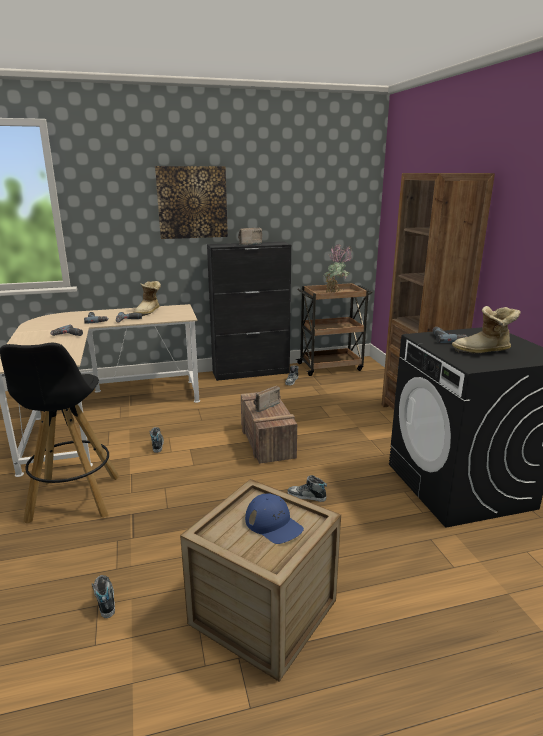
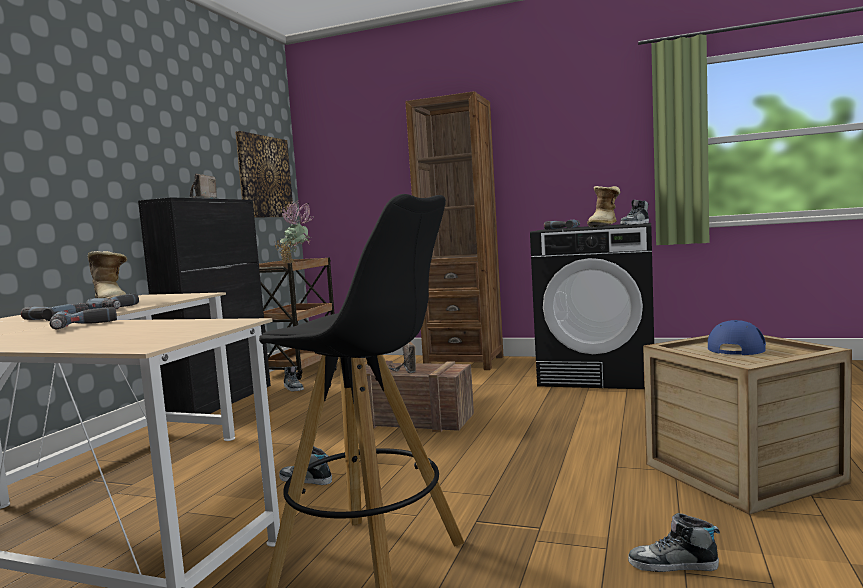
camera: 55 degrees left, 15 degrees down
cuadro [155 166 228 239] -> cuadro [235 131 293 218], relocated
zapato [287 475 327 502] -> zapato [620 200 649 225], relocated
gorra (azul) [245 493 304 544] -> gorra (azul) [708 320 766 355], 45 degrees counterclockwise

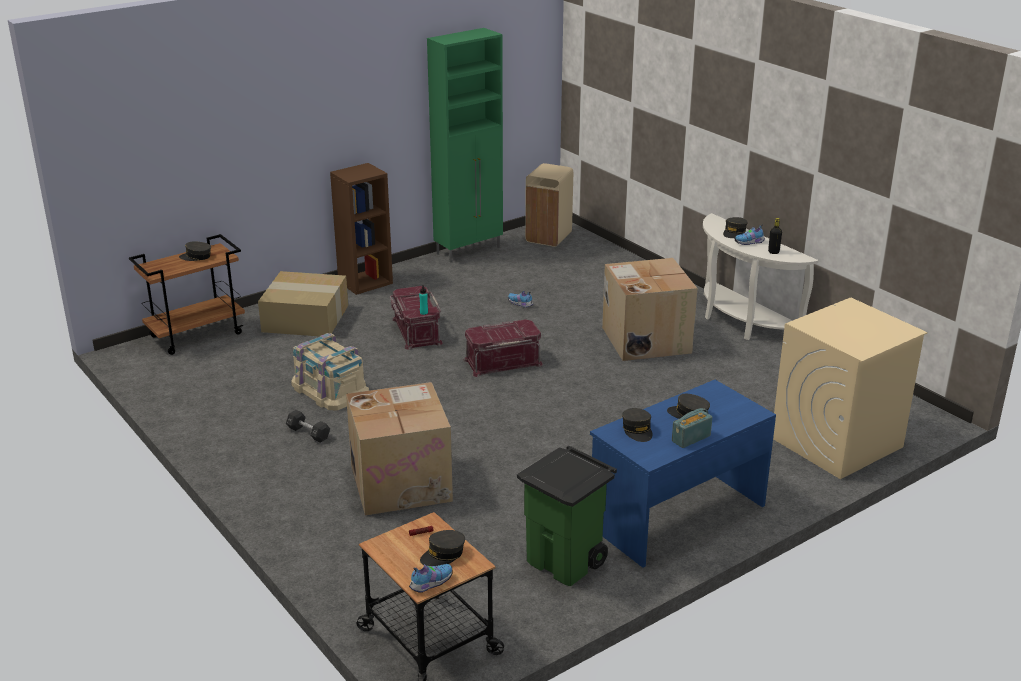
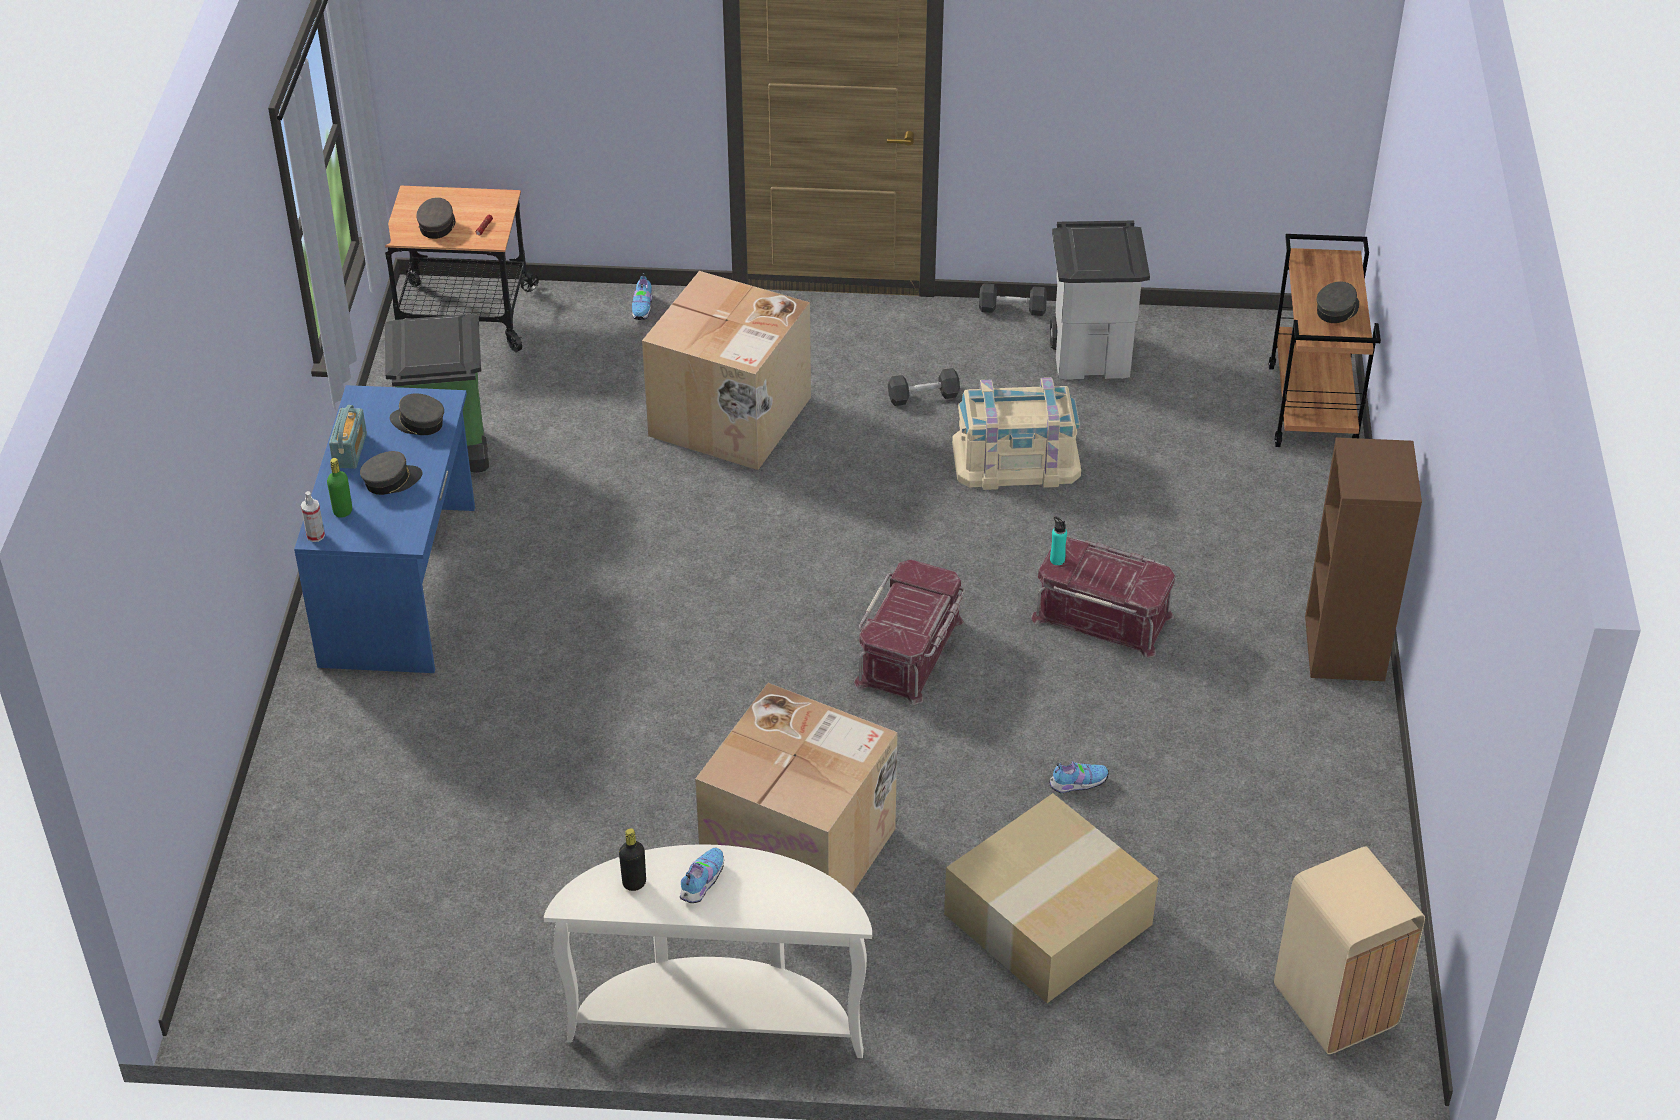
camera: 130 degrees right, 15 degrees up
armario (verde) [427 28 503 263] -> none
gorra (gris) [723 217 748 238] -> none
caja de cartón [258 271 348 337] -> caja de cartón [944 793 1158 1003], relocated
lavadora (beis) [773 298 927 479] -> none
zapato [409 564 453 593] -> zapato [632 273 653 320], relocated
none -> papelera (gris) [1050 221 1150 380]
none -> mancuerna (negro) [979 283 1047 316]
none -> botella (verde) [327 458 352 518]
none -> pulverizador [301 491 325 542]

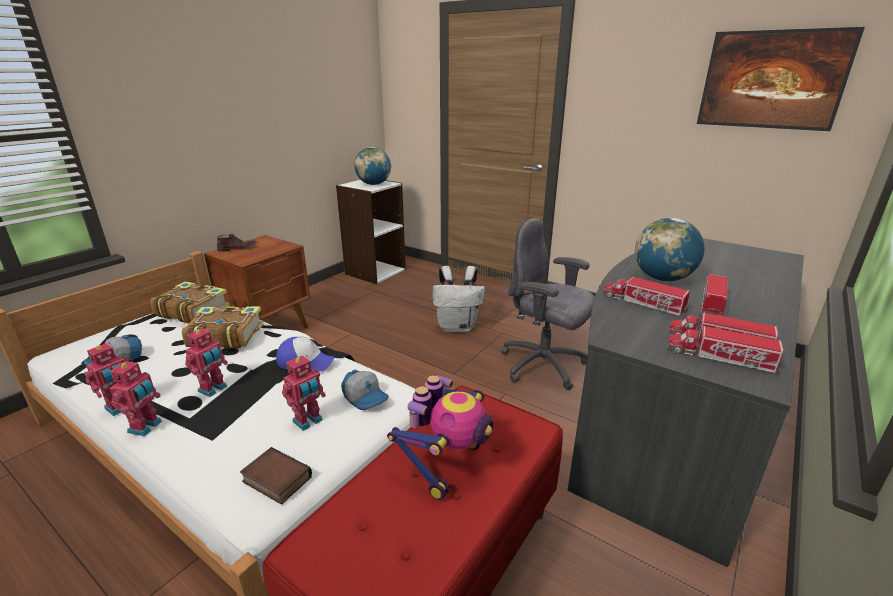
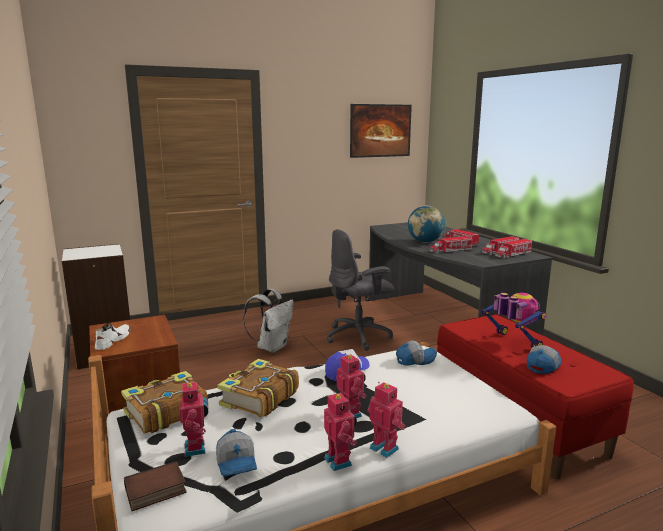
camera: 60 degrees left, 10 degrees down
globo terráqueo [354 147 391 185] -> none
zapato (marrón) [217 233 258 251] -> zapato (blanco) [95 323 131 350]
robot de juguete [282 355 326 431] -> robot de juguete [179 380 208 457], relocated
libro [240 447 312 505] -> libro [124 461 187 511], relocated
none -> gorra [527 345 562 374]

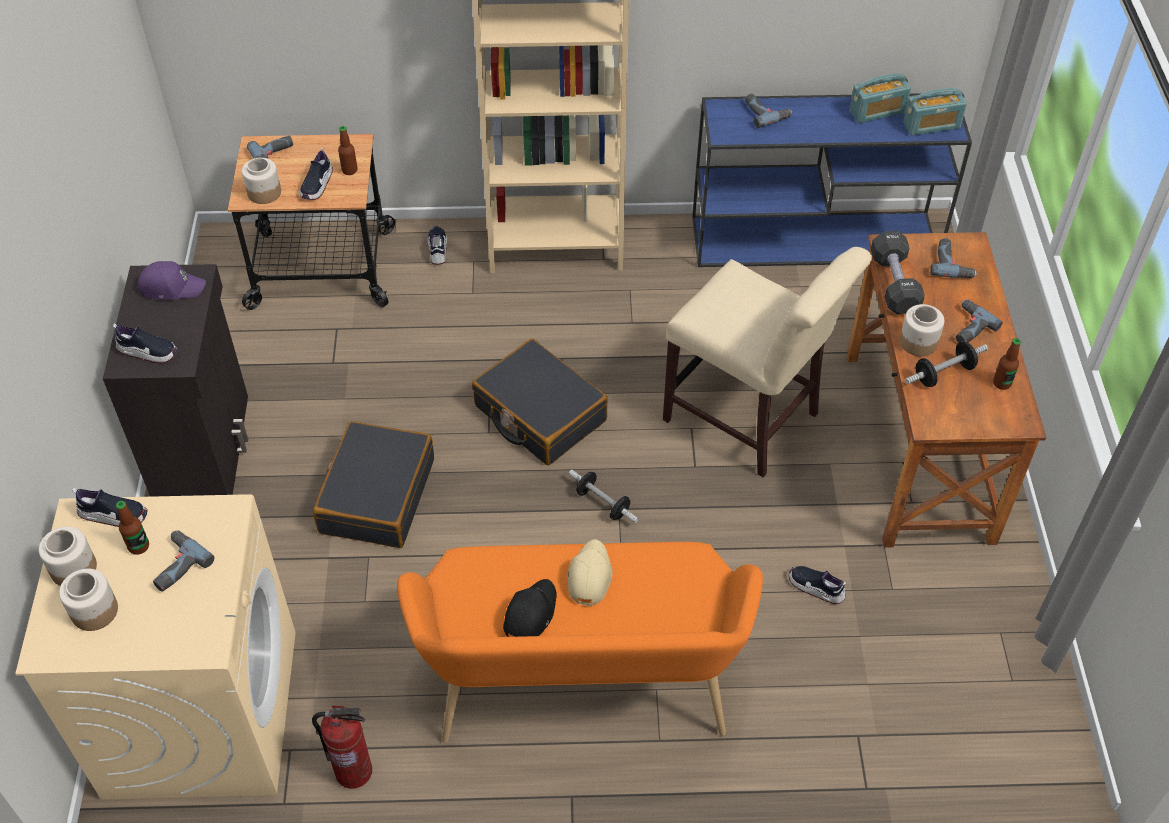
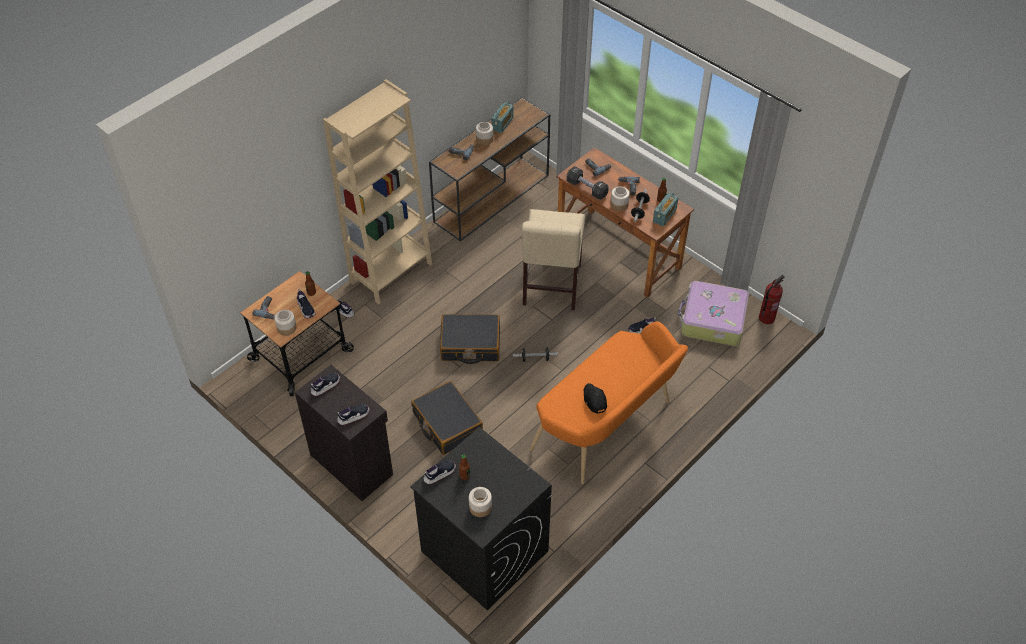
camera: 45 degrees left, 0 degrees up
radio [903 88 967 136] -> radio [653 193 678 227], relocated
mesa consola (azul) [692 93 972 267] -> mesa consola (marrón) [429 97 550 241]
silla (beis) [663 247 872 477] -> silla (beis) [522 209 585 310], 105 degrees clockwise
gorra (morado) [137 261 206 300] -> zapato [311 373 340 396]
lavadora (beis) [15 494 296 800] -> lavadora (negro) [410 427 552 610]
tarro [39 526 97 586] -> tarro [476 122 493 145], relocated
taladro [153 530 215 592] -> none
gorra (beis) [568 539 613 606] -> none
extintor [312 705 372 789] -> extintor [759 275 785 324], relocated
none -> maleta [677 281 749 346]

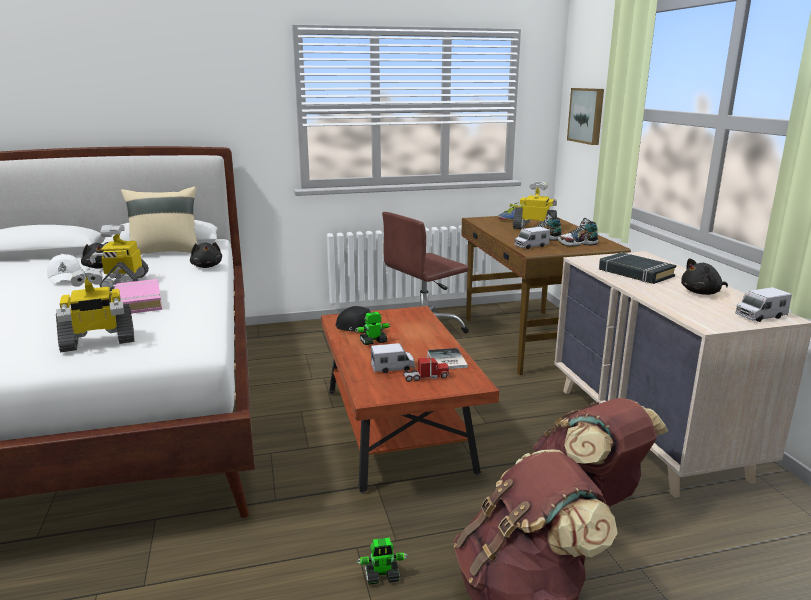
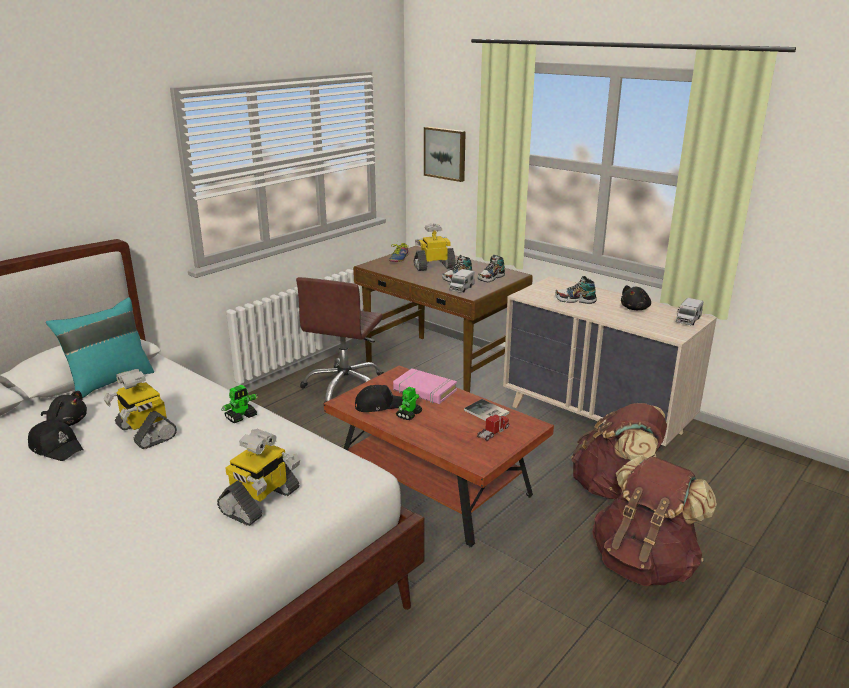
camera: 35 degrees left, 5 degrees up
cojín (beis) [121 186 198 254] -> cojín (turquesa) [46 297 154 398]
peluche (negro) [190 242 222 268] -> none
libro (negro) [599 252 677 284] -> zapato [555 276 597 304]
gorra (blanco) [47 254 81 285] -> gorra (negro) [28 419 84 461]
libro (rosa) [114 279 162 314] -> libro (rosa) [393 369 457 404], relocated
camión de juguete [371 343 415 373] -> none
robot de juguete [356 538 409 585] -> robot de juguete [221 385 258 423], relocated

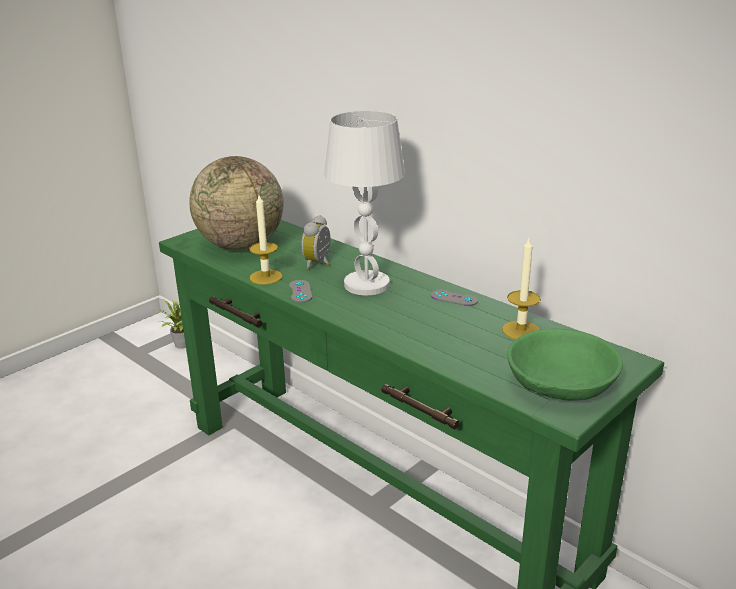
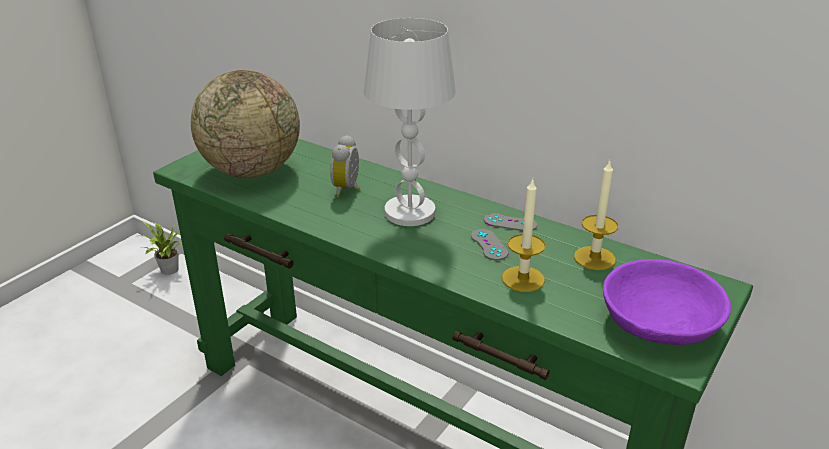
camera: 10 degrees left, 5 degrees up
vela [249 195 282 285] -> vela [502 178 545 292], relocated
mando de consola (gris) [289 280 312 303] -> mando de consola (gris) [471 229 508 261], relocated
cuenco (verde) [507 329 623 401] -> cuenco (morado) [603 259 731 345]

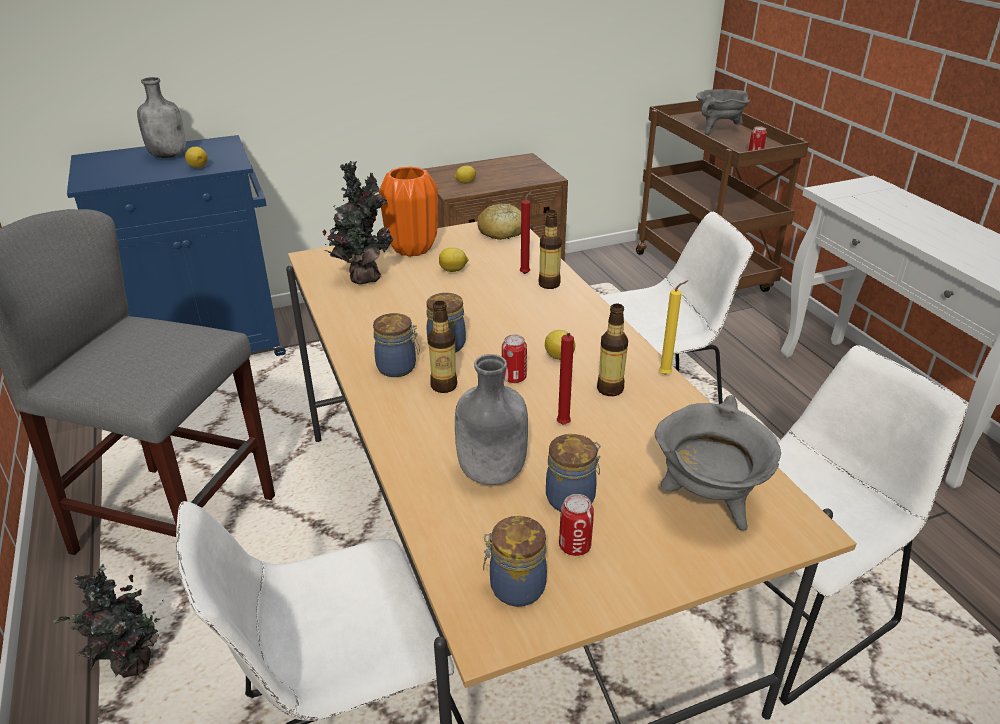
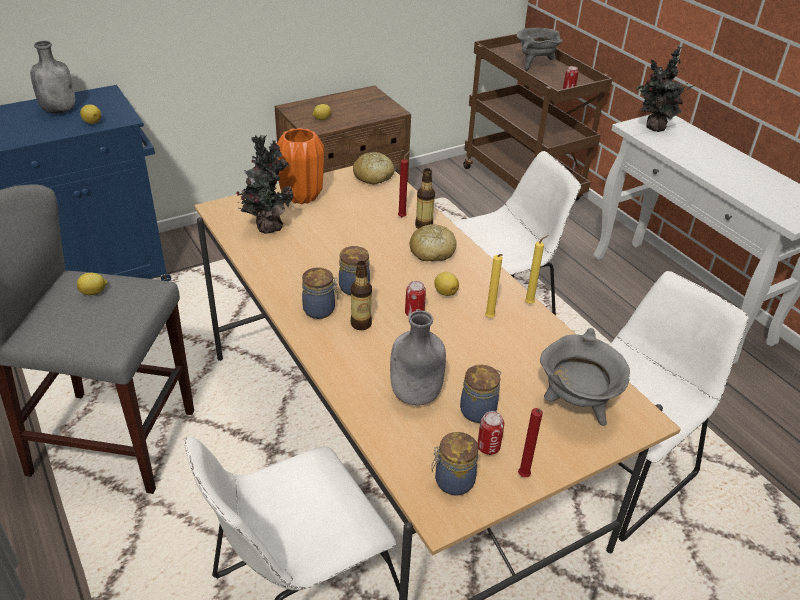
camera: 10 degrees left, 5 degrees up
limón [439 247 468 272] -> limón [77 273 107 295], relocated
botella [597 303 628 396] -> vela (amarillo) [485 254 503 318]
vela (rojo) [557 333 574 425] -> vela (rojo) [518 408 543 477], relocated
planta en maceta [53 564 163 678] -> planta en maceta [636 45 694 132], relocated
none -> pan [410 224 456 262]

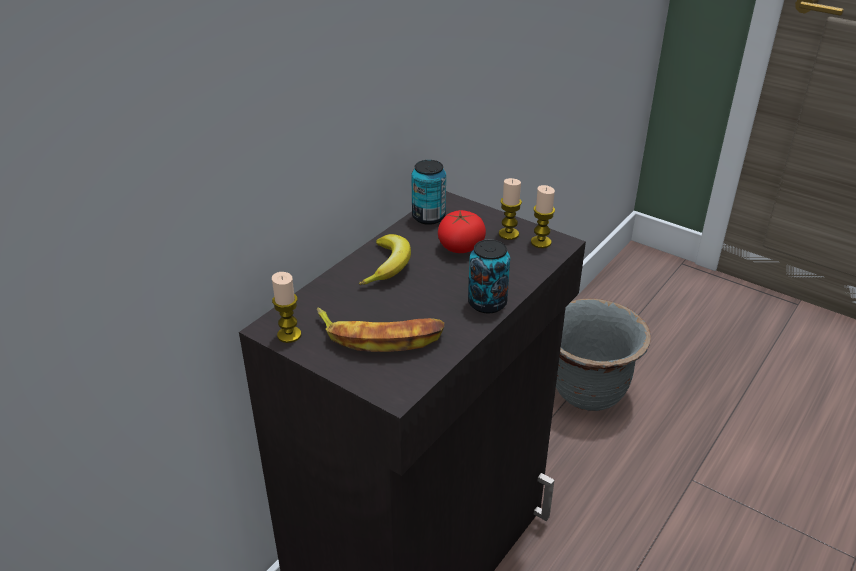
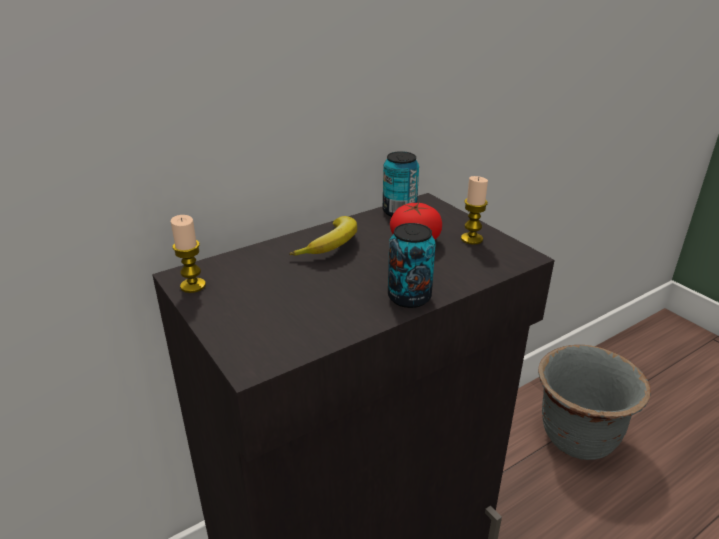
camera: 20 degrees right, 5 degrees down
vela [531 185 555 248] -> none
plátano [317 308 444 352] -> none

